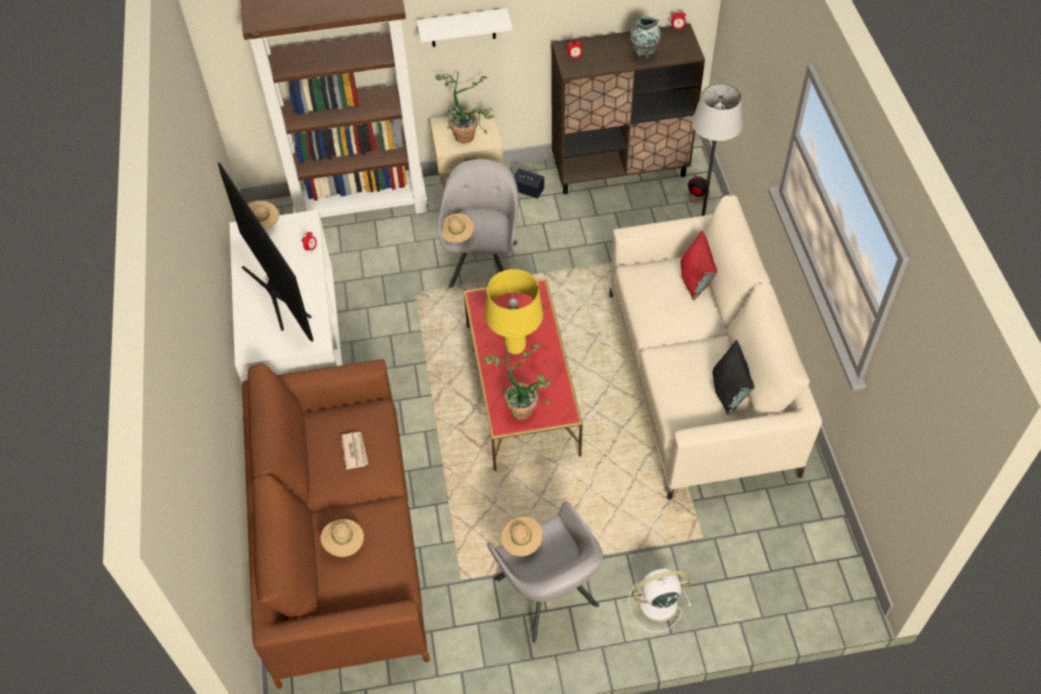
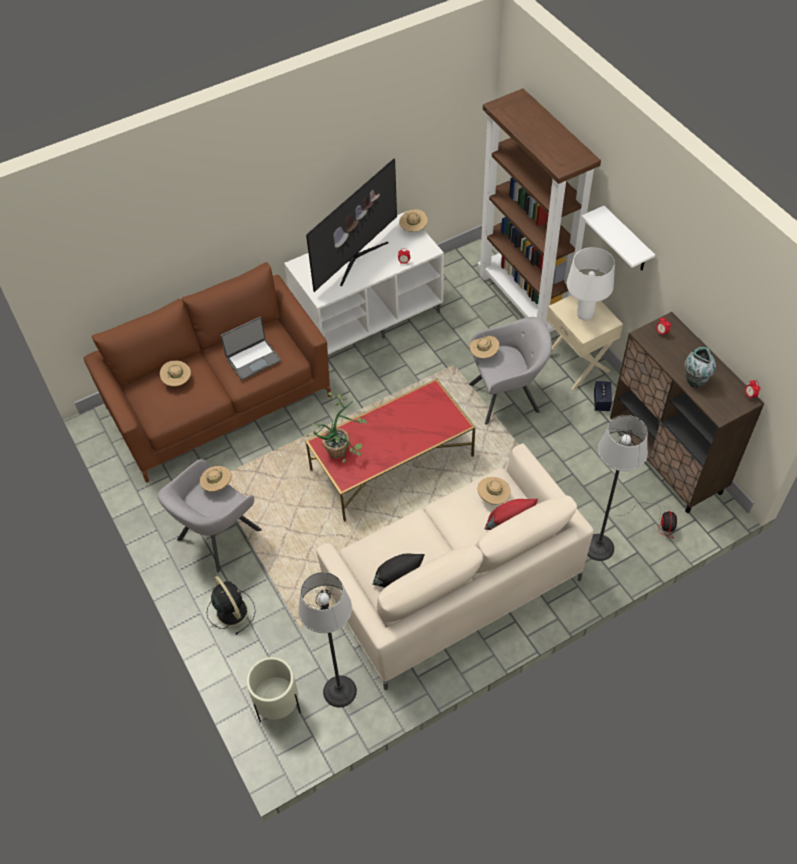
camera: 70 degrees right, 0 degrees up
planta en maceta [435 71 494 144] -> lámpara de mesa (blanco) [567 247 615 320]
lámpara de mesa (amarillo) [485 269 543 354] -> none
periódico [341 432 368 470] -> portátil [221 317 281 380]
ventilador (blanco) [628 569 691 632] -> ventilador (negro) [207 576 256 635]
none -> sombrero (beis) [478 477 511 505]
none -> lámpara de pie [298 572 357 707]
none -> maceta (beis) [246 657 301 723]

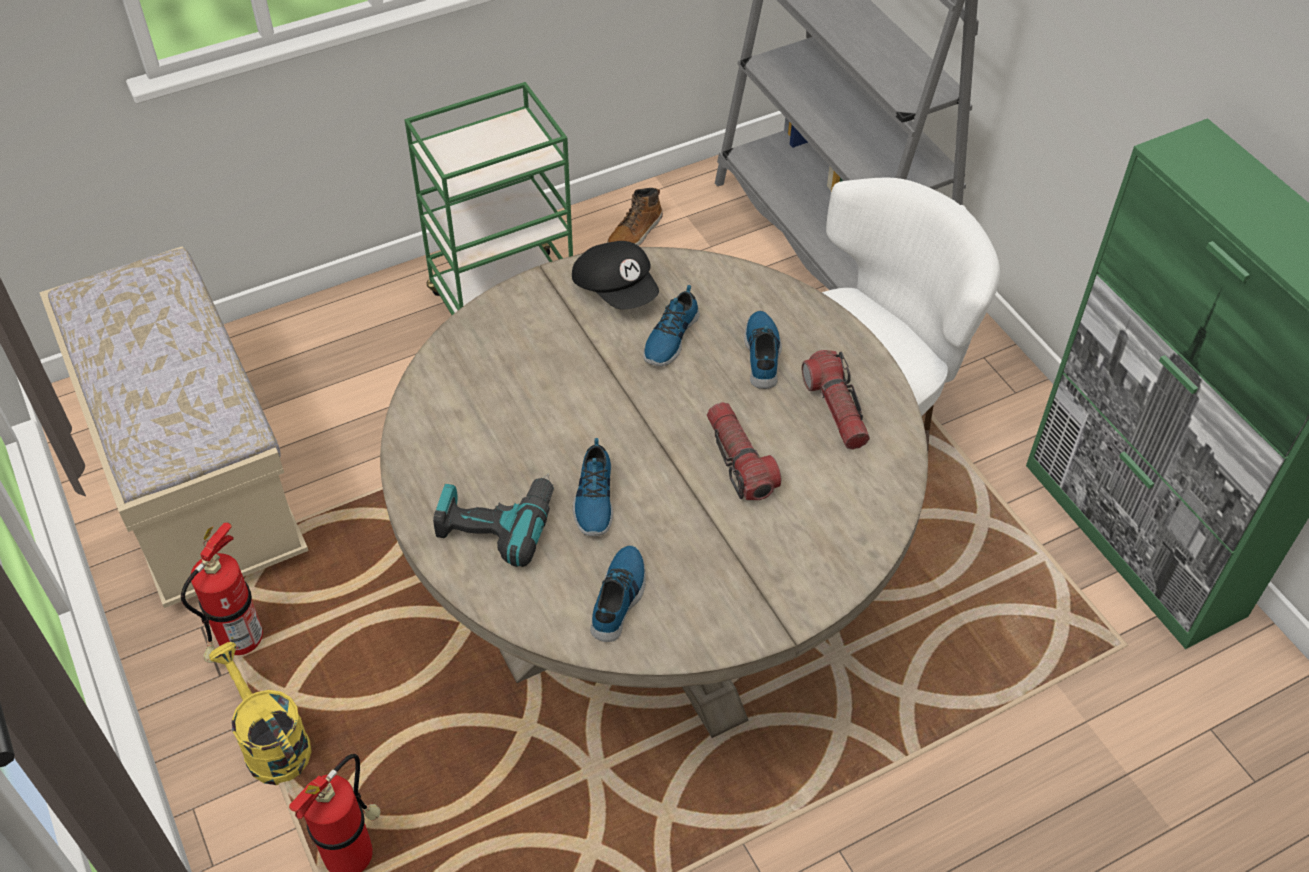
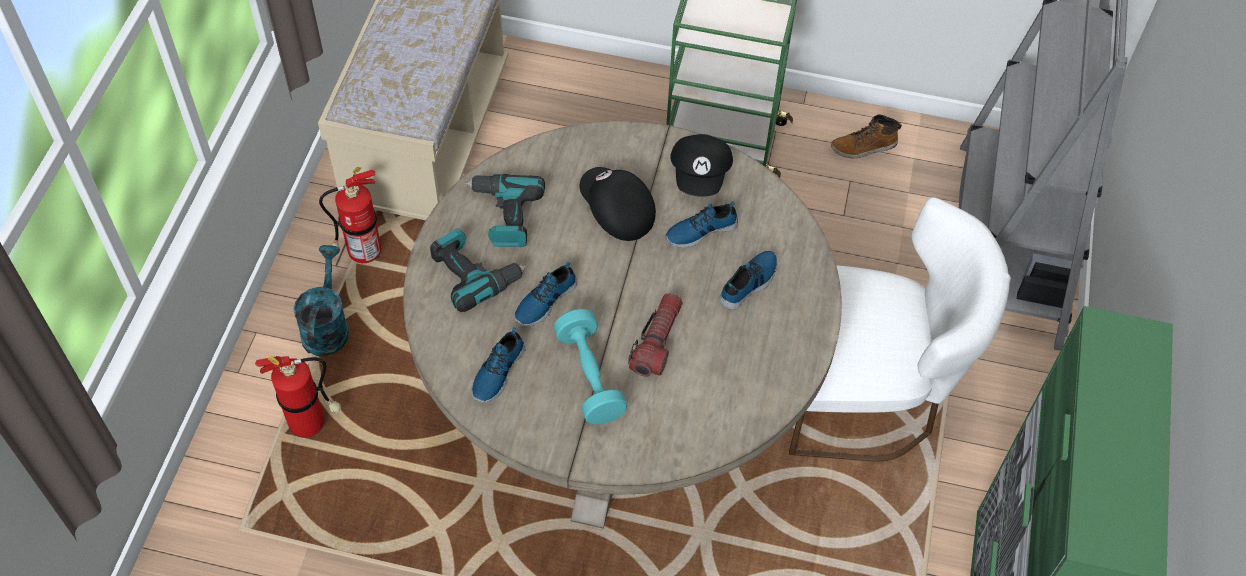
camera: 40 degrees right, 5 degrees up
linterna [802 350 870 450] -> none
zapato [590 545 646 642] -> zapato [471 327 525 403], 150 degrees clockwise
regadera (amarillo) [209 642 311 785] -> regadera (turquesa) [293 245 349 356]
none -> gorra (negro) [580 167 656 241]
none -> taladro [464 174 545 247]
none -> mancuerna (turquesa) [554 309 628 424]

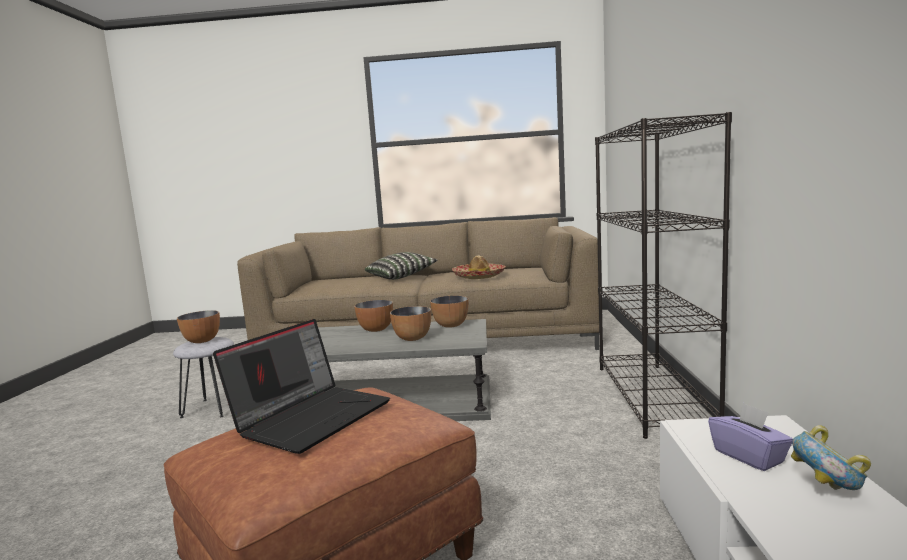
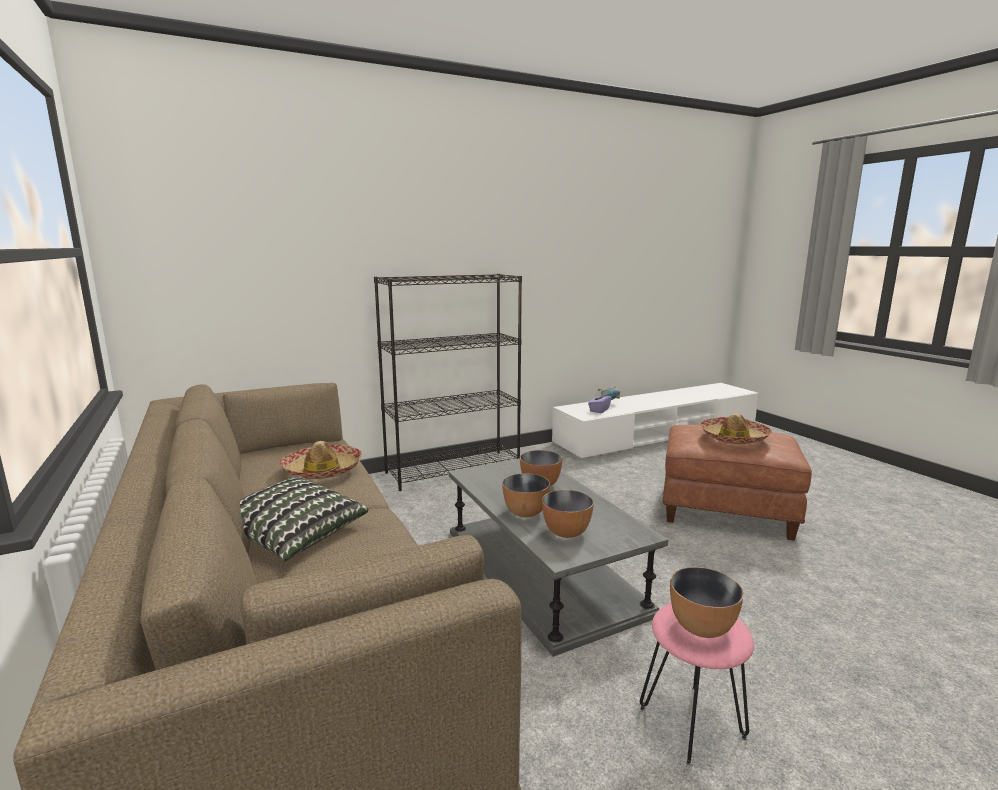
camera: 120 degrees left, 5 degrees up
cuenco [430 296 469 328] -> cuenco [542 490 594 538], relocated
portátil [213 319 390 454] -> sombrero [700 413 772 444]
taburete (gris) [173 337 234 418] -> taburete (rosa) [640 603 754 765]

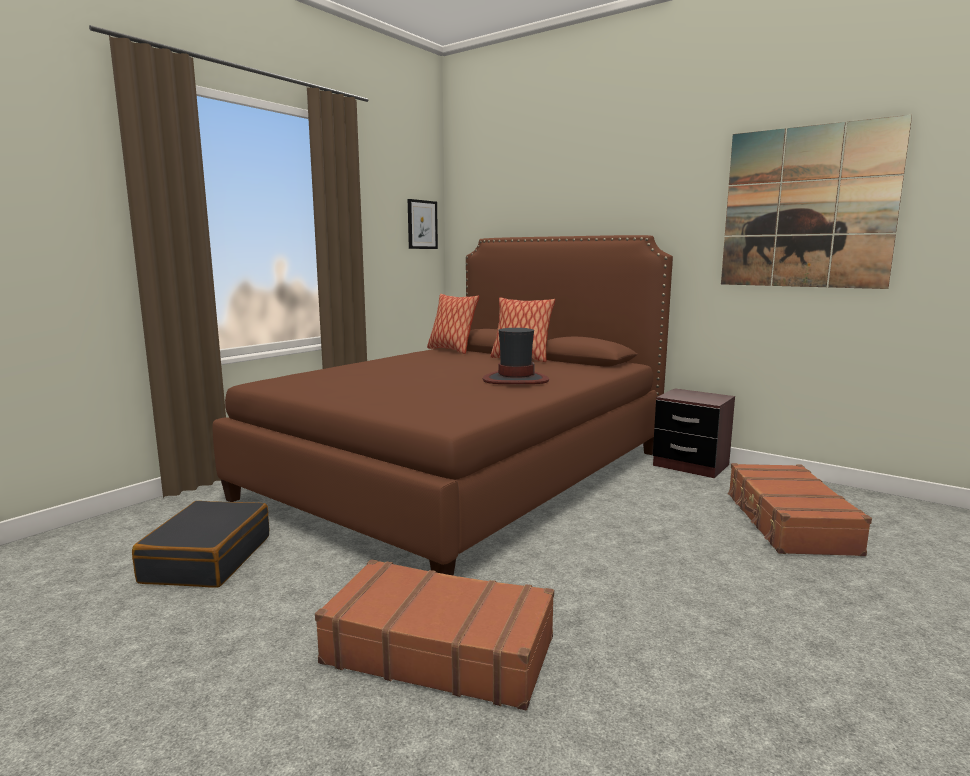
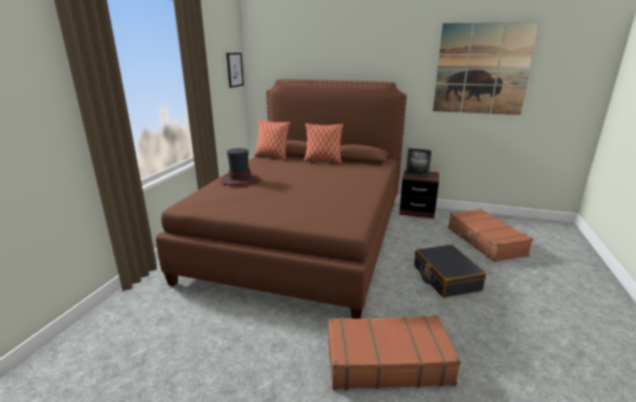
camera: 20 degrees left, 10 degrees up
sombrero [483 328 549 384] -> sombrero [220 148 260 185], relocated
maleta (negro) [132 501 269 588] -> maleta (negro) [414 244 486 298], relocated
none -> portarretratos [406 148 432 178]

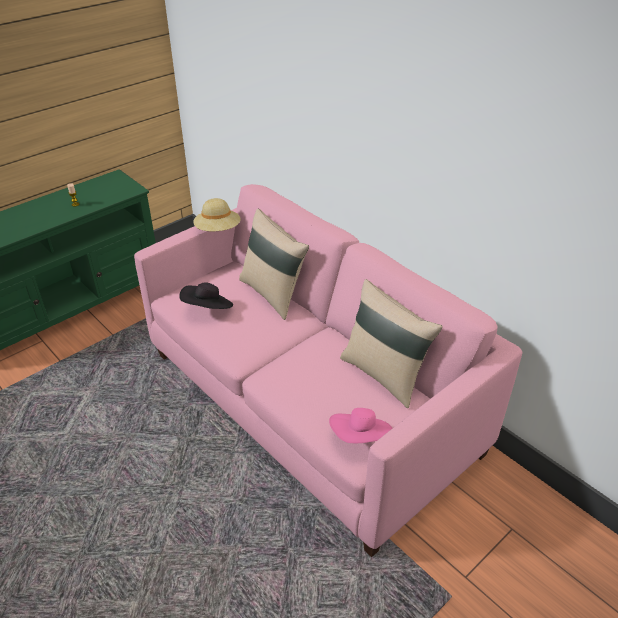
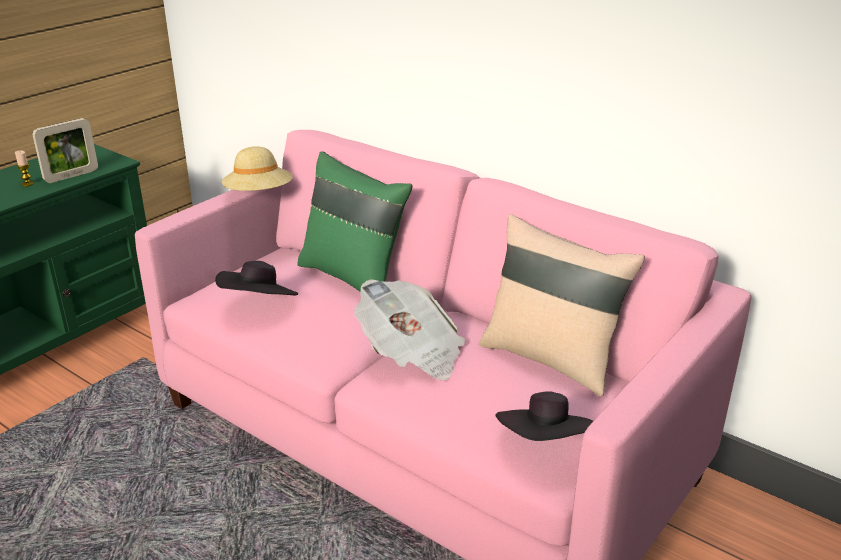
camera: 10 degrees left, 10 degrees down
cojín (beis) [239 208 309 320] -> cojín (verde) [297 151 412 292]
sombrero (rosa) [329 408 392 443] -> sombrero (negro) [495 391 593 441]
none -> portarretratos [32 118 98 183]
none -> periódico [354 279 465 381]

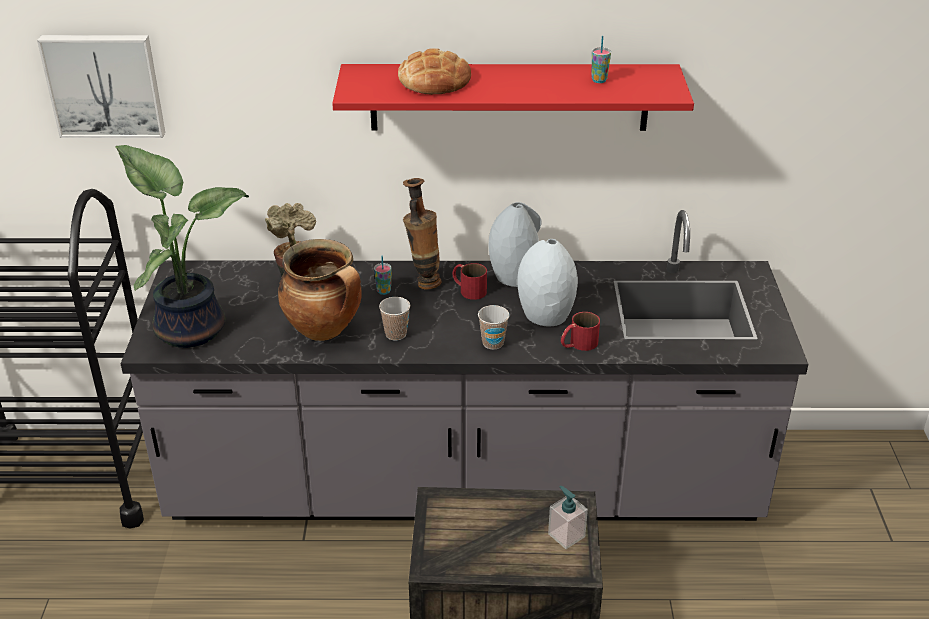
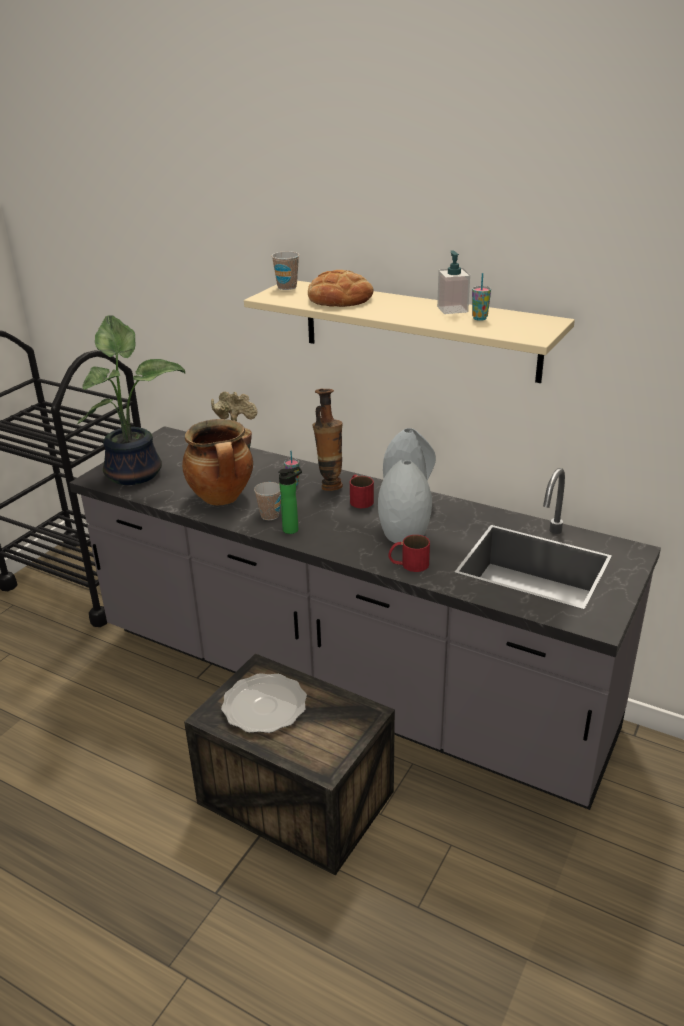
camera: 30 degrees right, 5 degrees down
cuadro [37 35 165 138] -> none
estante (rojo) [332 64 694 131] -> estante (beis) [244 281 575 383]
taza [478 305 509 350] -> taza [272 251 299 290], relocated
dispensador de jabón [548 486 588 549] -> dispensador de jabón [437 250 470 314], relocated
none -> botella [278 467 302 534]
none -> plato [221 673 307 733]

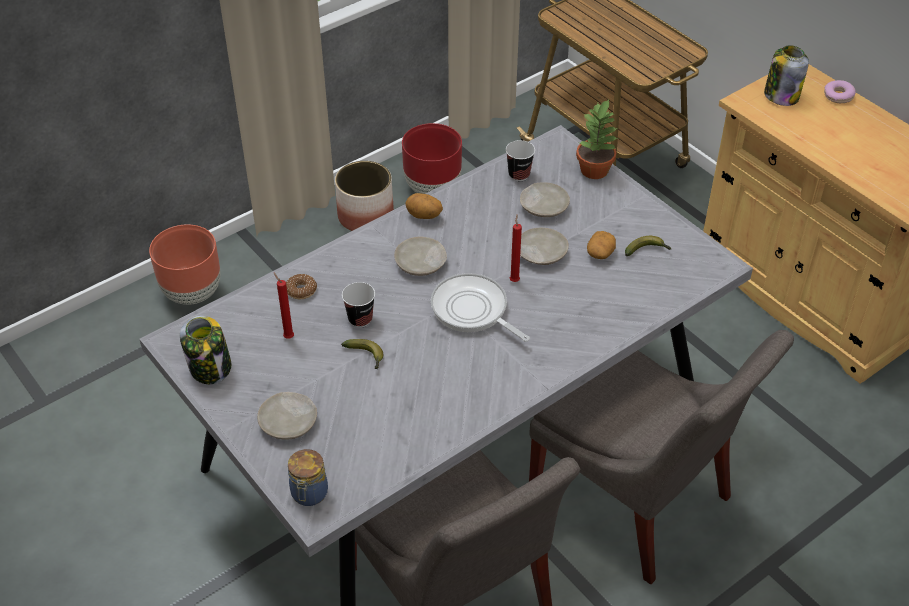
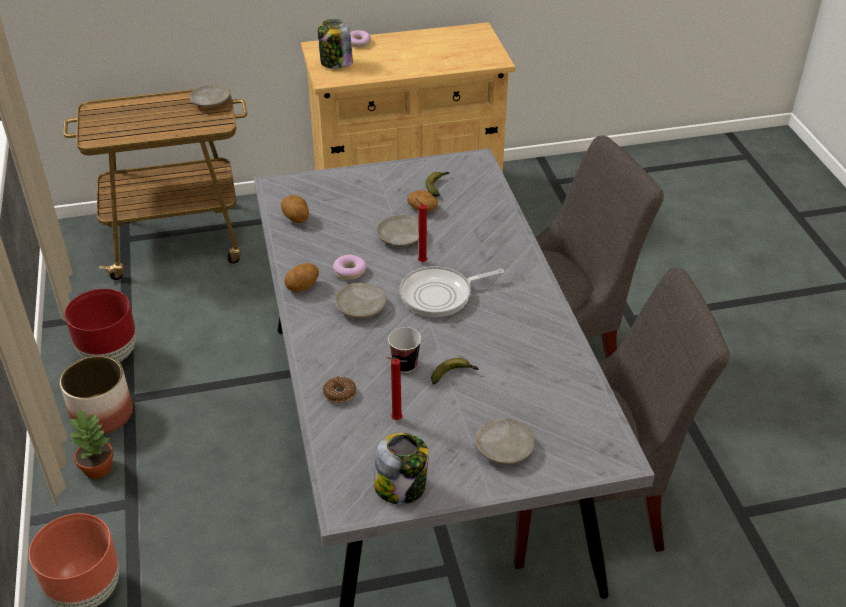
camera: 65 degrees left, 5 degrees down
planta en maceta [576 100 618 179] -> planta en maceta [68 408 114 479], relocated
taza [506 140 535 181] -> patata [281 195 309 223]
plato (beis) [520 182 570 217] -> plato (beis) [190 85 230 107], relocated
tarro [288 449 328 506] -> none
none -> rosquilla [333 254 366 280]

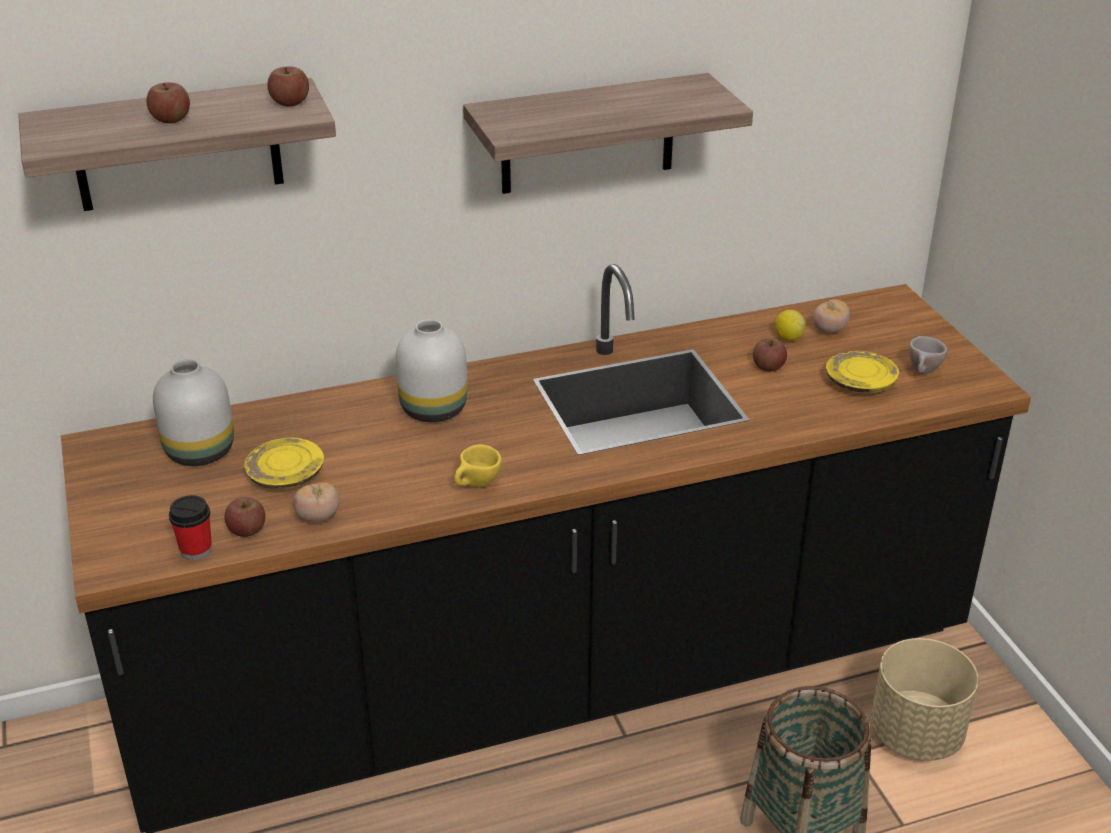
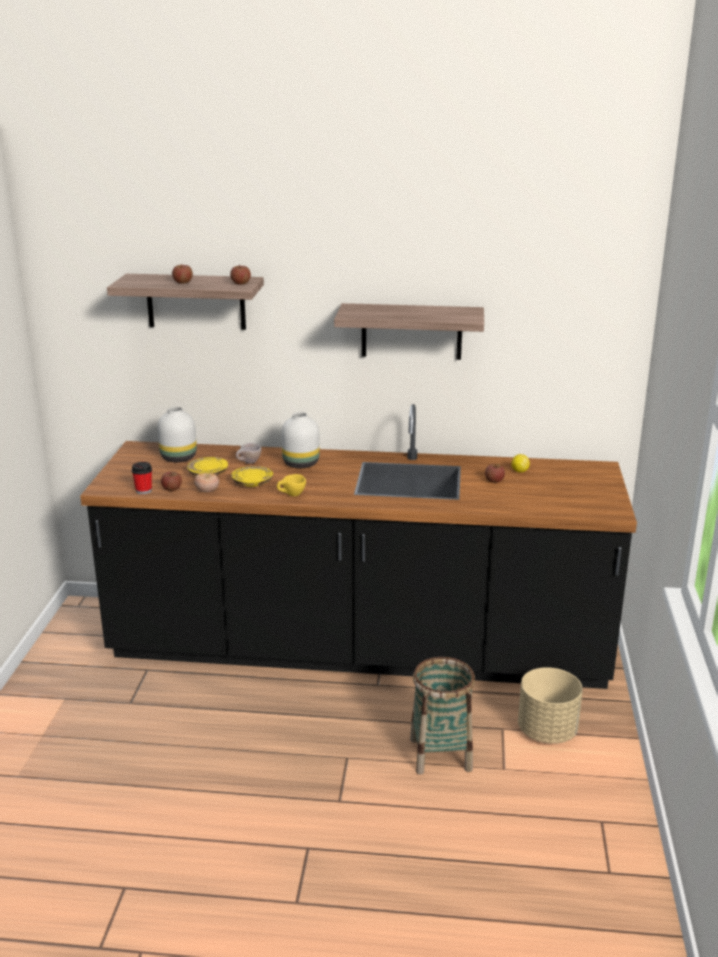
camera: 25 degrees right, 10 degrees down
tomate [813 299 850 333] -> none
taza (beis) [909 336 947 374] -> taza (beis) [236 443 261 464], relocated
plato (amarillo) [826 351 899 393] -> plato (amarillo) [231 466 273 487], relocated

